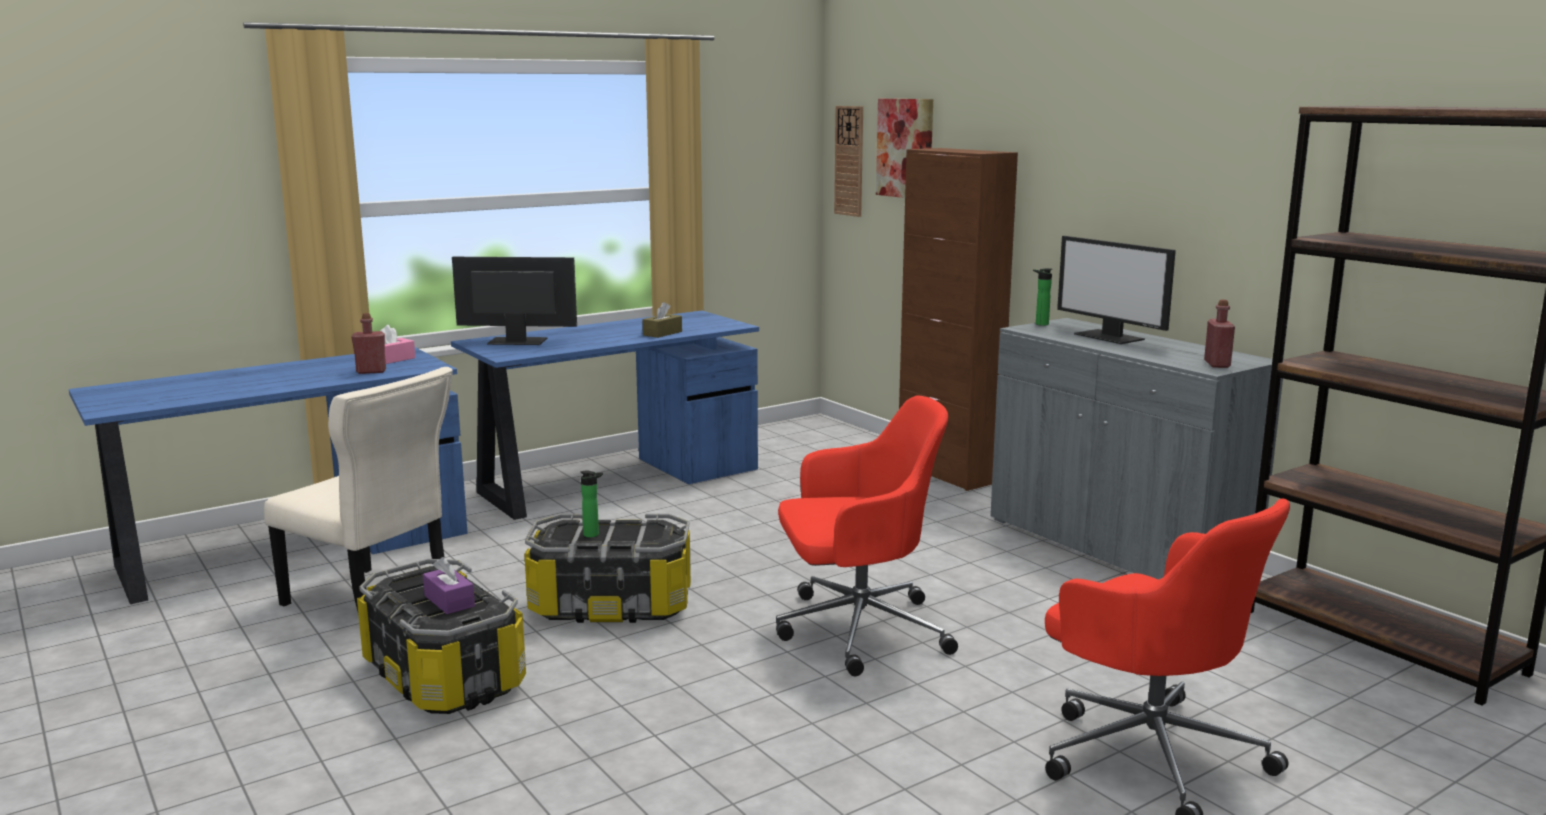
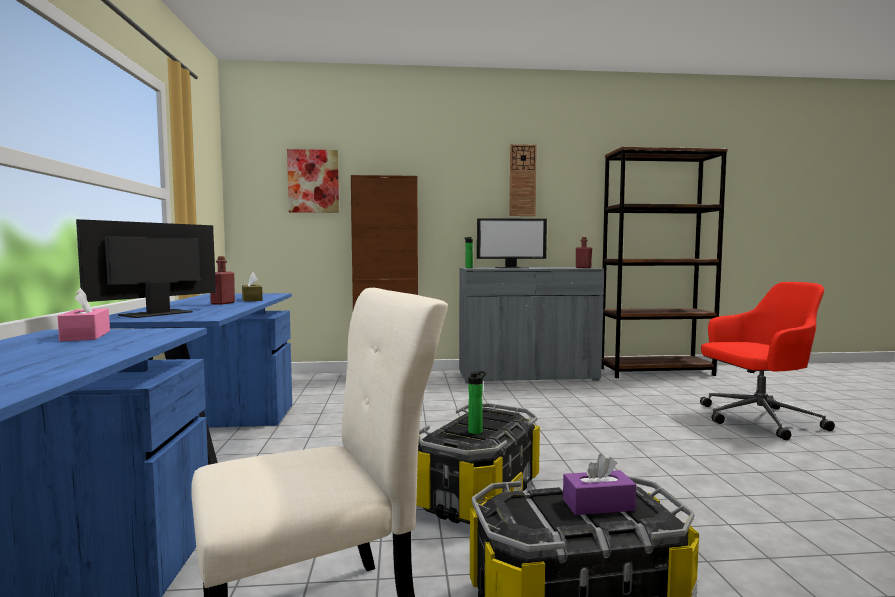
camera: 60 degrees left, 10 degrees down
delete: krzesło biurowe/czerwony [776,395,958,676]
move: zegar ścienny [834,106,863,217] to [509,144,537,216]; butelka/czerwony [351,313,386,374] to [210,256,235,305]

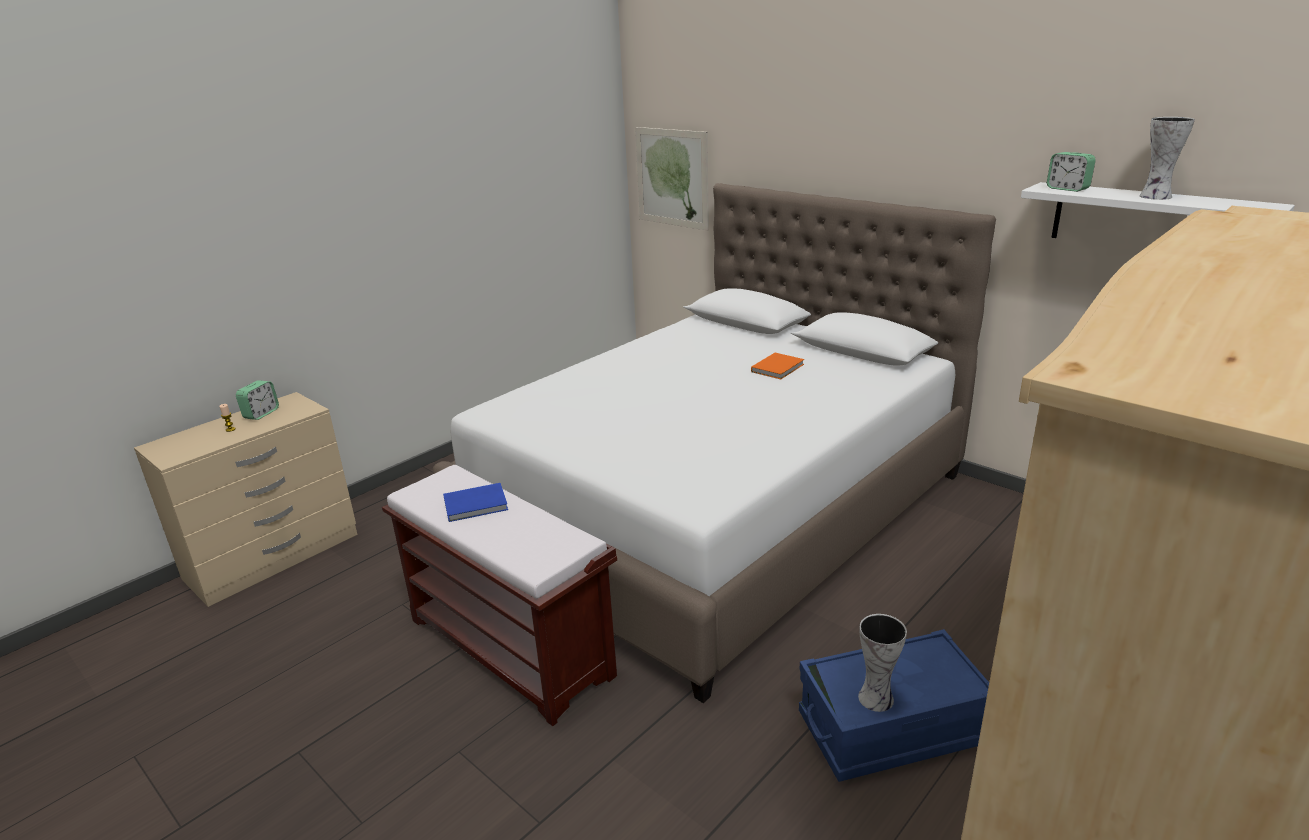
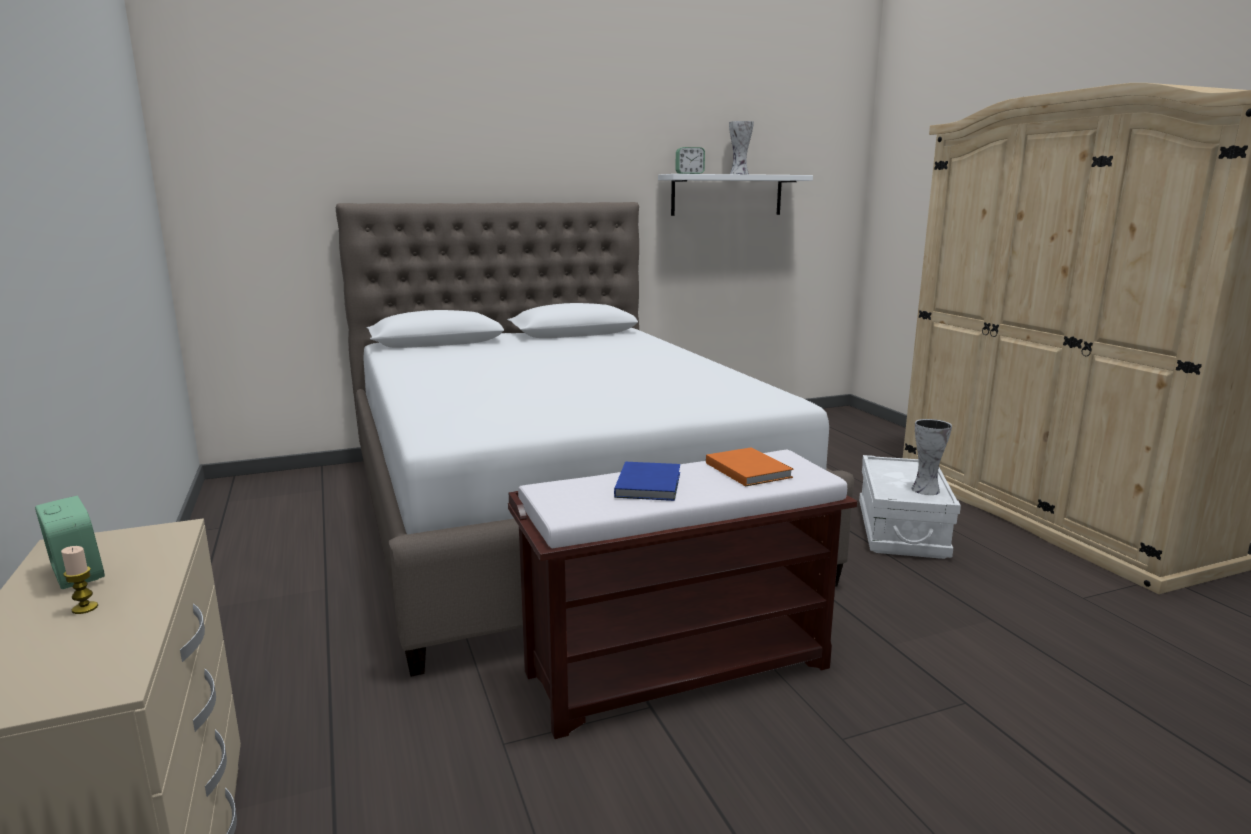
camera: 65 degrees left, 10 degrees down
delete: obraz [635,127,709,231]
move: książka/pomarańczowy [751,353,804,379] to [706,447,793,486]
recolor: pojemnik do przechowywania/niebieski [799,629,989,782] to pojemnik do przechowywania/biały [859,455,961,559]

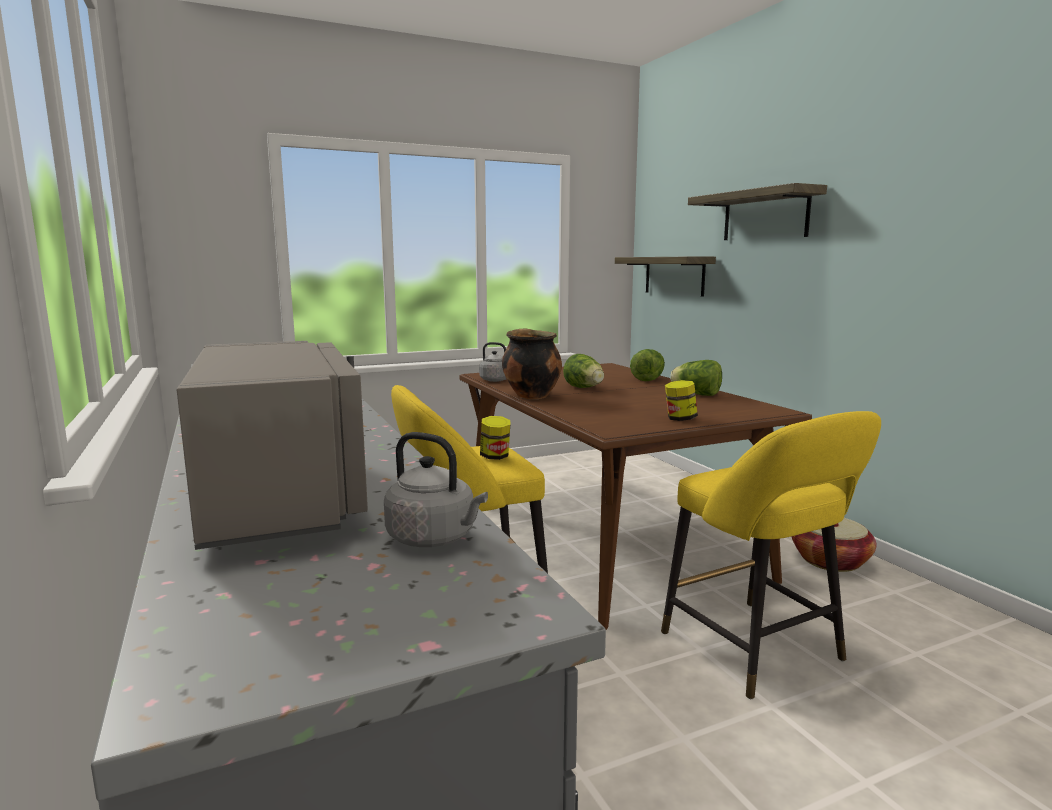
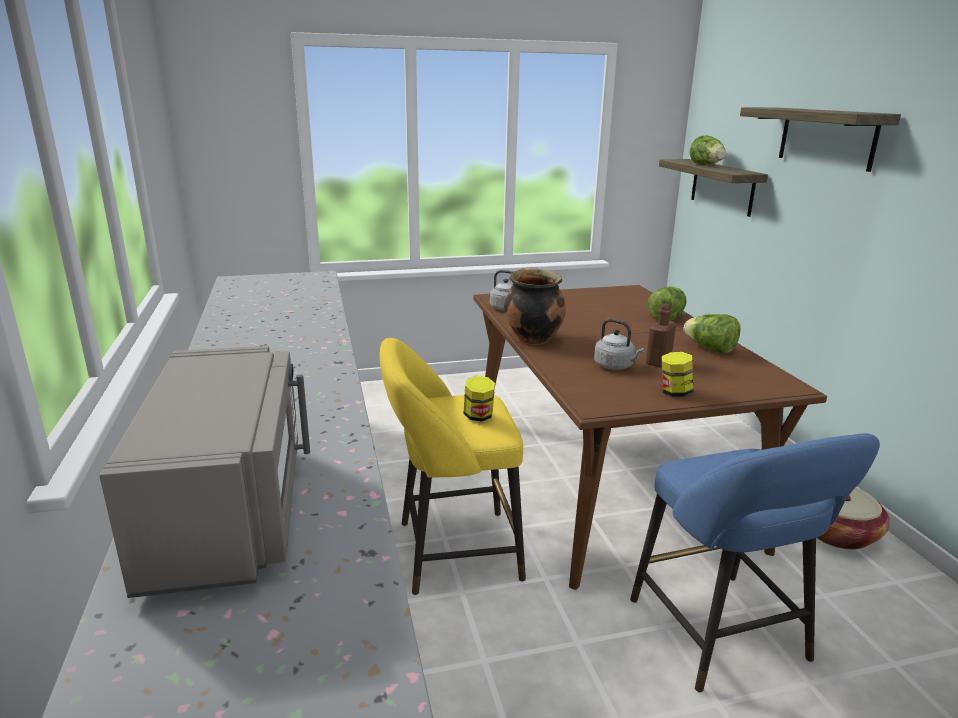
camera: 10 degrees right, 10 degrees up
insert: butelka/brązowy [646,303,676,367]
move: sałata [563,354,604,388] to [690,135,726,165]; czajnik/szary [384,432,488,547] to [594,319,645,370]
recolor: stołek/żółty [661,411,881,699] to stołek/niebieski [630,433,880,693]

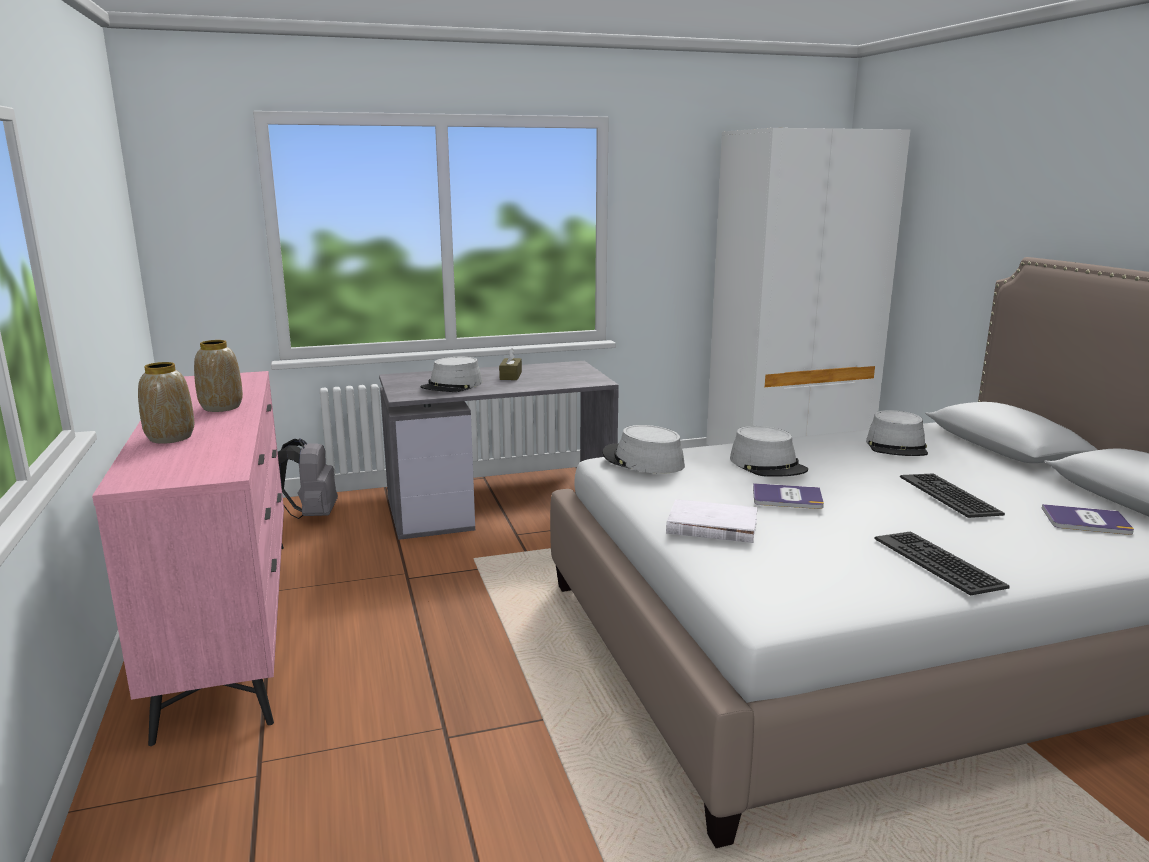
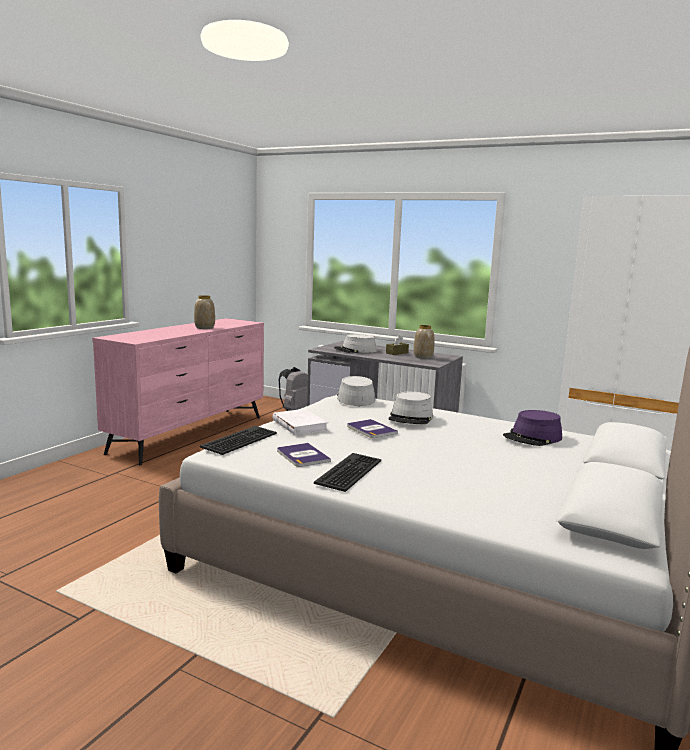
camera: 45 degrees right, 5 degrees down
move: wazon [138,362,194,444] to [414,325,435,359]; klawiatura [900,473,1005,518] to [200,426,277,455]; książka [1042,504,1134,535] to [277,443,331,467]
recolor: kapelusz/szary [866,410,928,456] to kapelusz/fioletowy [503,410,562,446]

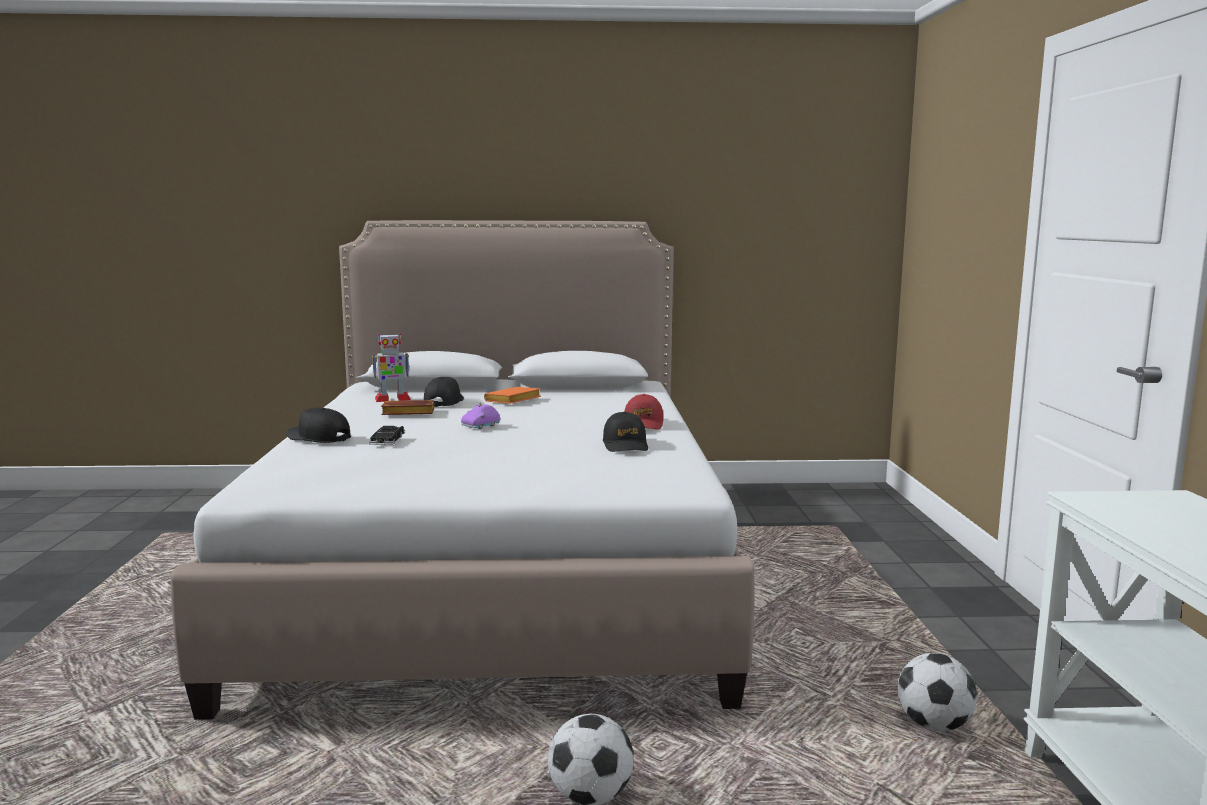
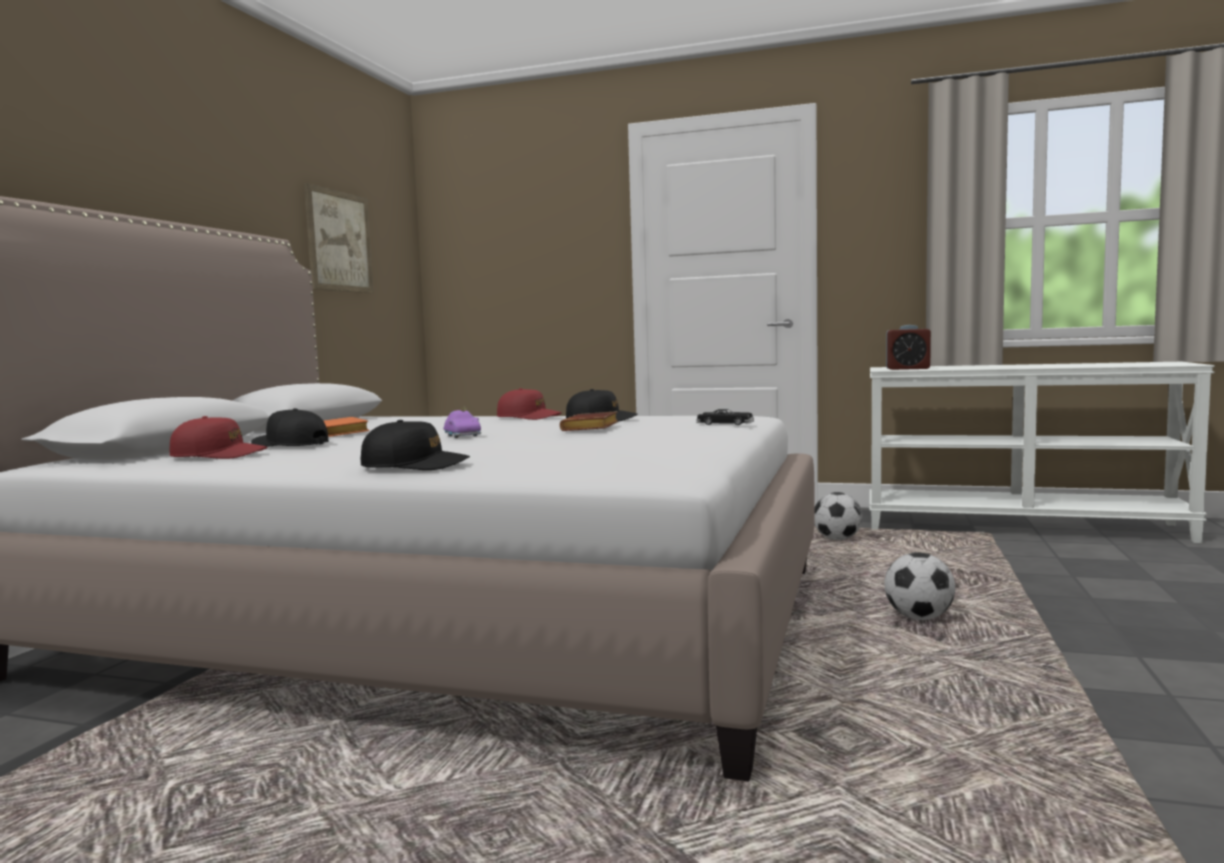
camera: 70 degrees left, 5 degrees down
insert: obraz [304,183,374,293]; budzik [886,325,931,370]
move: książka/brązowy [381,400,434,415] to [560,411,618,431]; samochodzik/czarny [369,426,405,445] to [696,409,754,425]
replace: robot zabawkowy [372,333,411,402] to czapka z daszkiem/czerwony [169,416,267,459]
rotate: czapka z daszkiem/czarny [286,408,351,443] = [361,420,470,470] 135 degrees counterclockwise

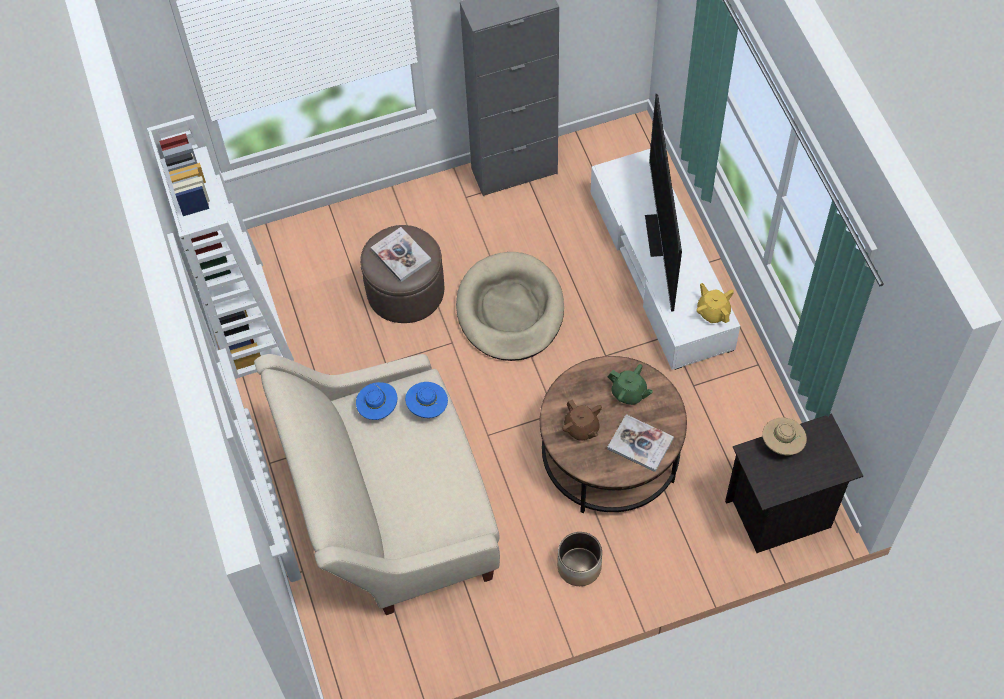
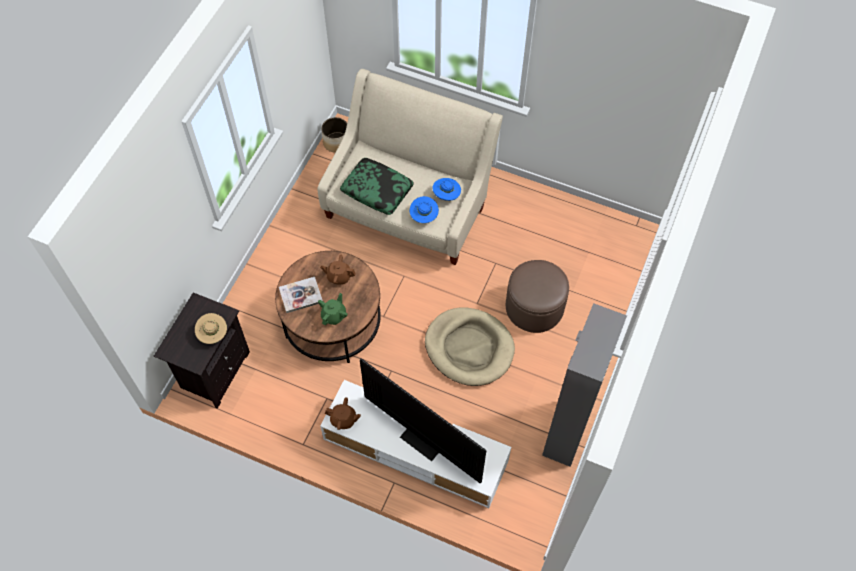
camera: 130 degrees right, 0 degrees up
delete: regał/biały [147,115,294,379]; książka [371,227,431,282]
insert: poduszka [340,158,414,215]
move: donica [557,532,602,586] to [321,117,347,153]
recolor: imbryk/żółty [696,283,734,323] to imbryk/brązowy [325,397,361,430]
rotate: imbryk/zielony [608,364,653,405] = [318,293,347,325] 135 degrees clockwise

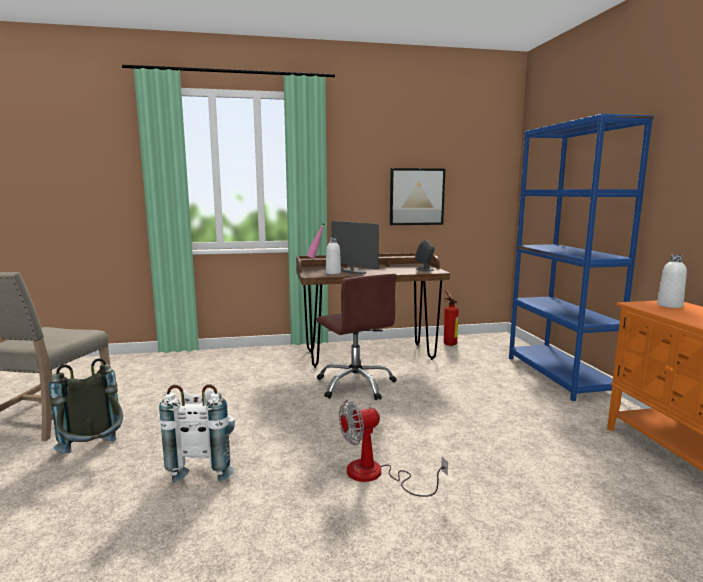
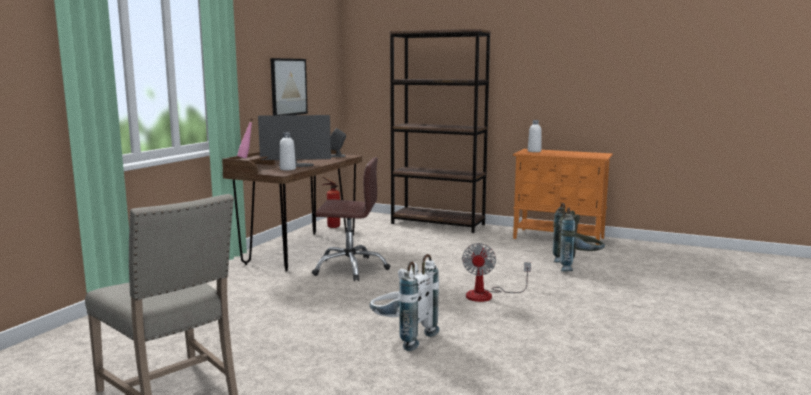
camera: 55 degrees left, 0 degrees up
move: plecak/szary [49,358,123,453] to [553,203,605,272]
recolor: regał/niebieski [509,114,654,401] to regał/brązowy [390,29,491,233]

